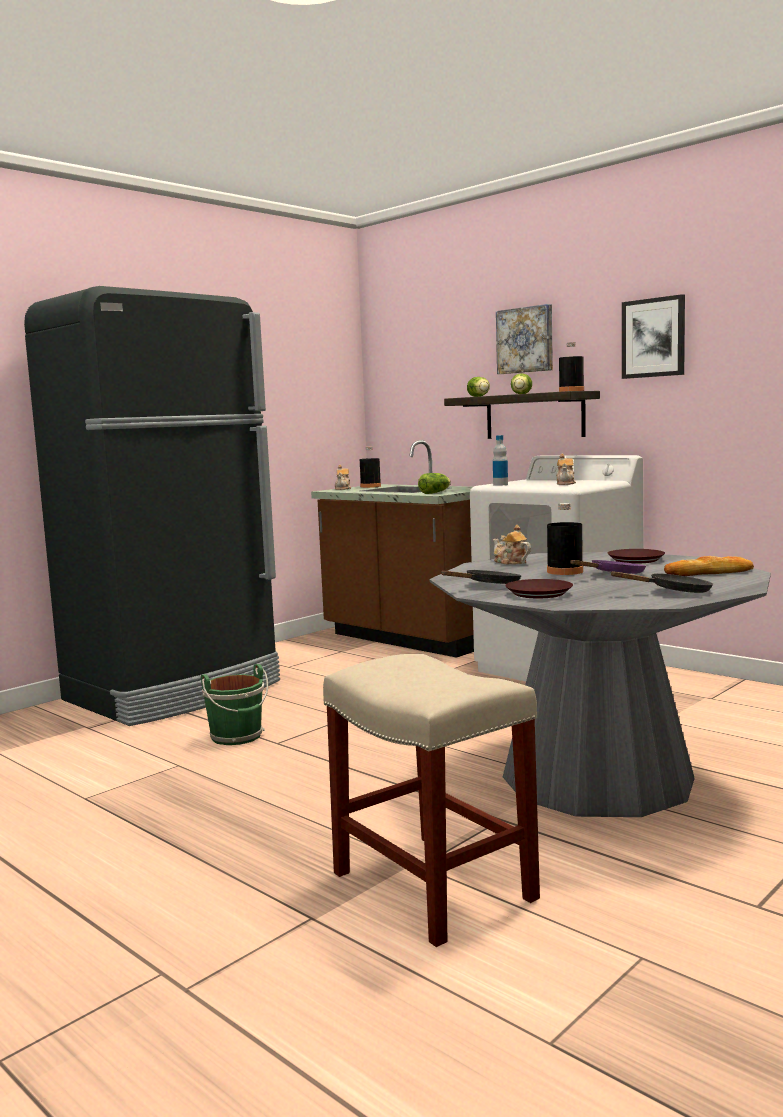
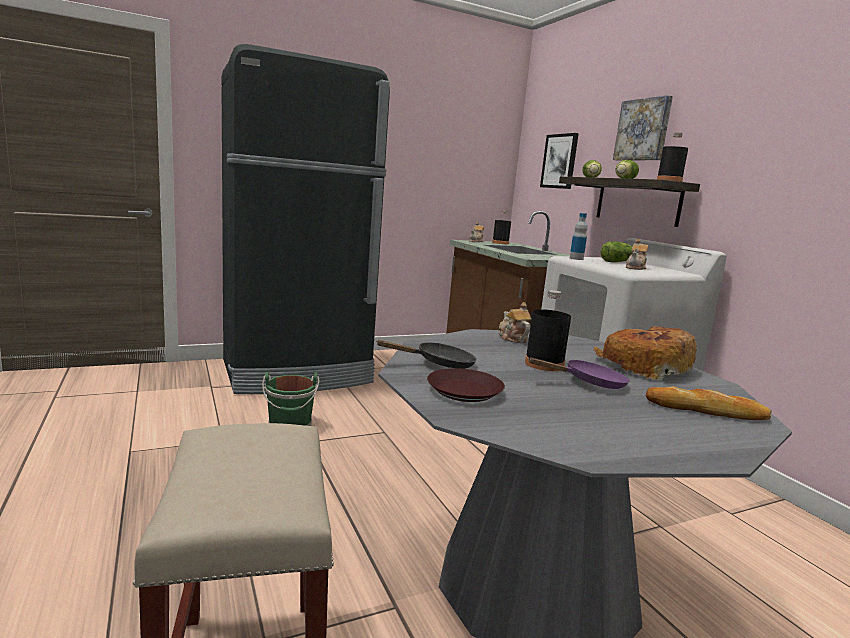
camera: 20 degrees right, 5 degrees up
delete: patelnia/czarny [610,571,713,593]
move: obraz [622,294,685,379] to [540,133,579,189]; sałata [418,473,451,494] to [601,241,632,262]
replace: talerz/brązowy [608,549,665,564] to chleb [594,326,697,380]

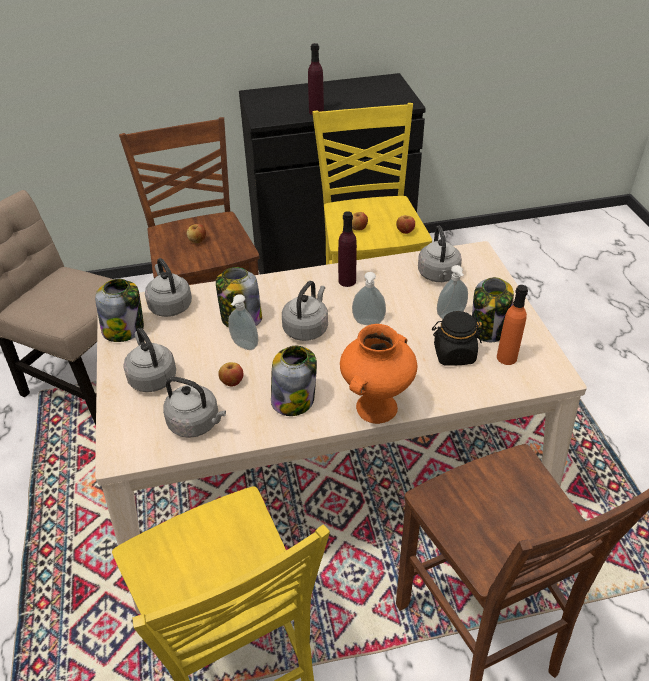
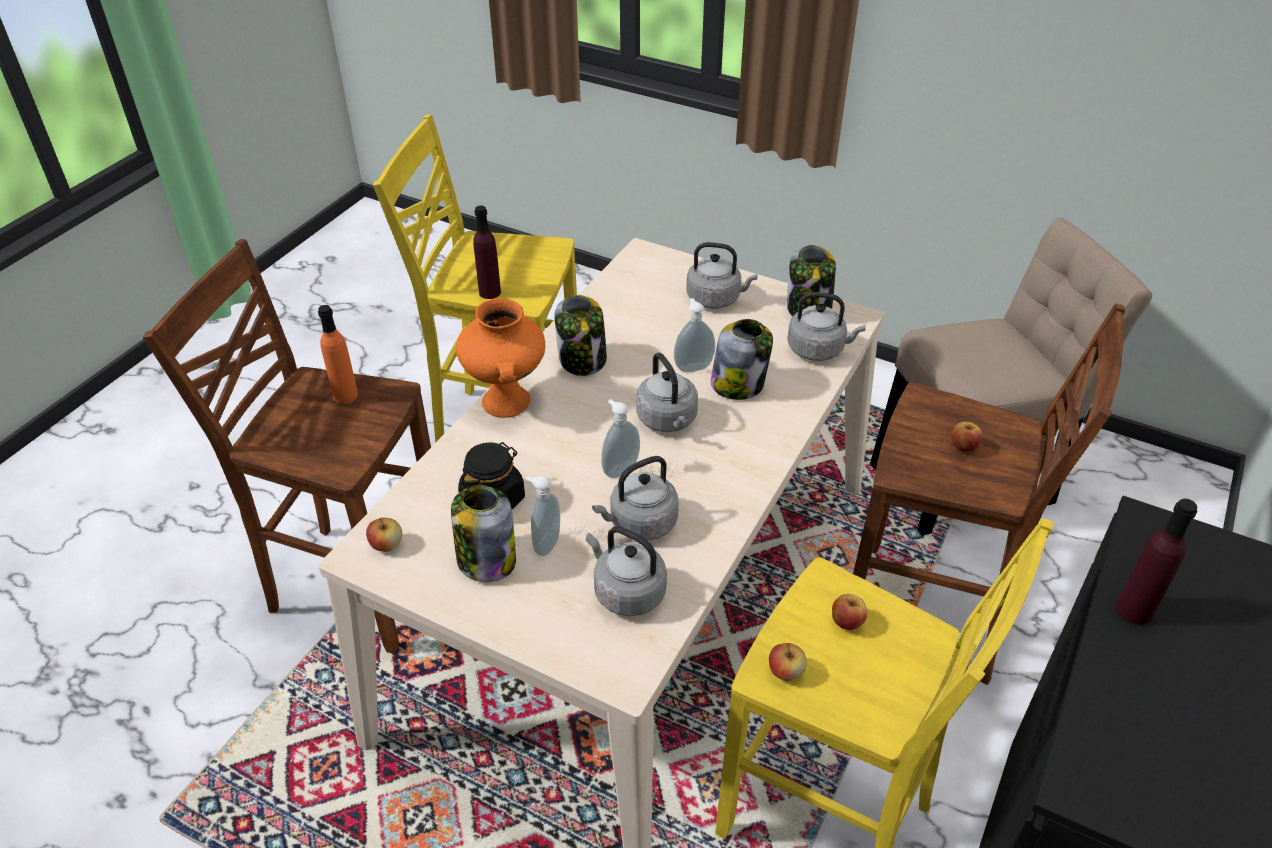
camera: 130 degrees right, 0 degrees up
move: butelka/fioletowy [338,211,357,287] to [473,205,501,299]; butelka/pomarańczowy [497,285,528,365] to [318,305,358,404]; jabłko [218,362,244,387] to [366,518,402,552]; czajnik/szary [163,377,226,438] to [592,456,679,541]

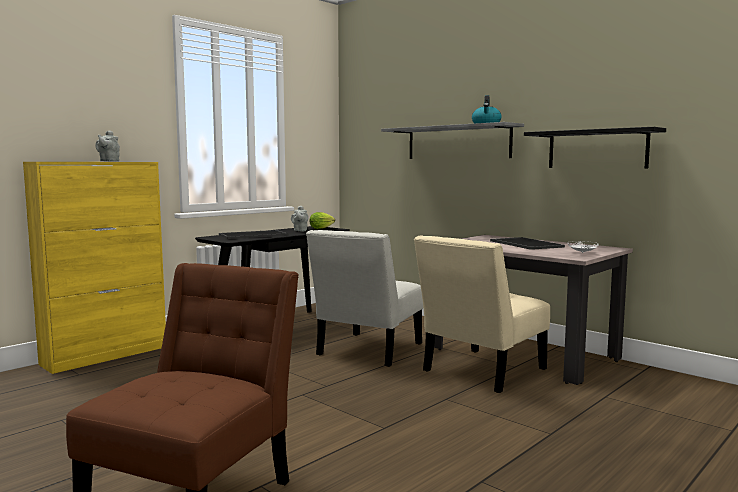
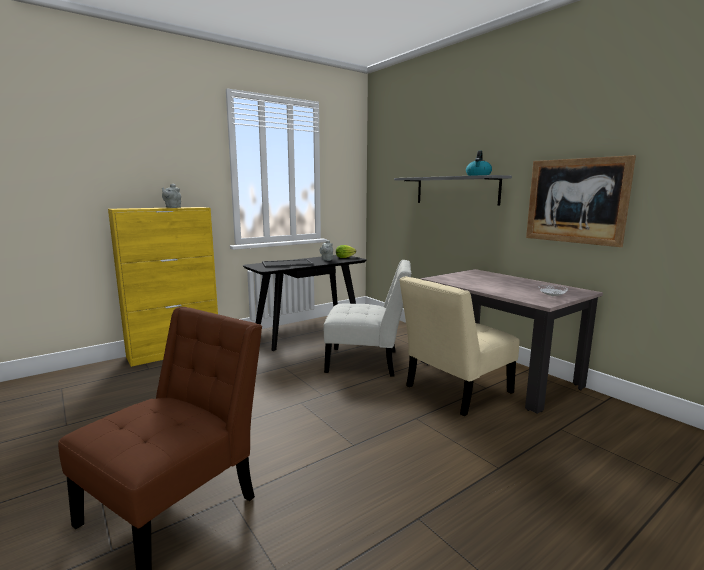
camera: 10 degrees right, 5 degrees up
delete: taca [490,237,565,250]
replace: półka/czarny [524,127,666,168] to obraz [526,155,636,247]
rotate: krzesło/biały [306,230,423,367] = [324,260,412,377] 120 degrees counterclockwise

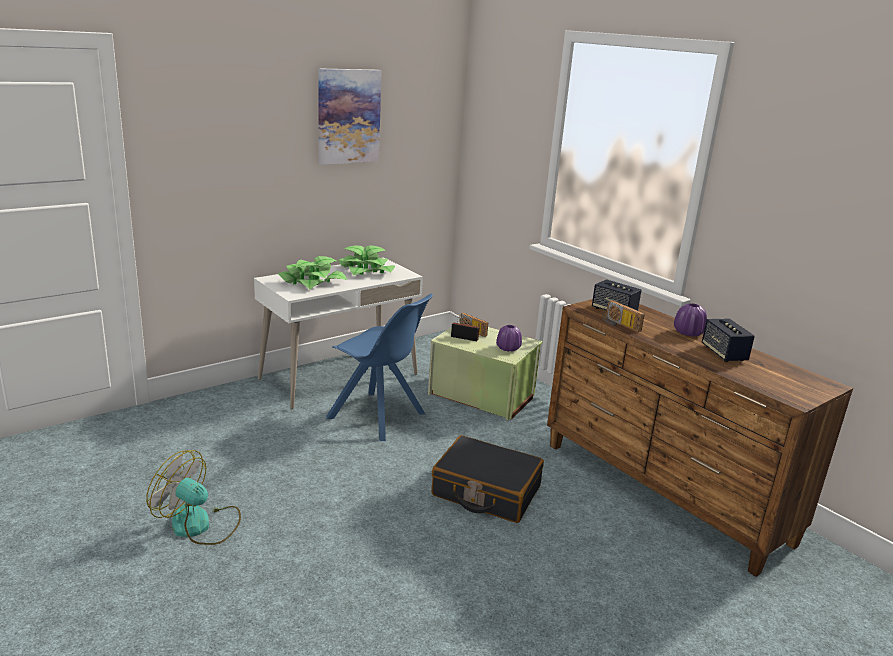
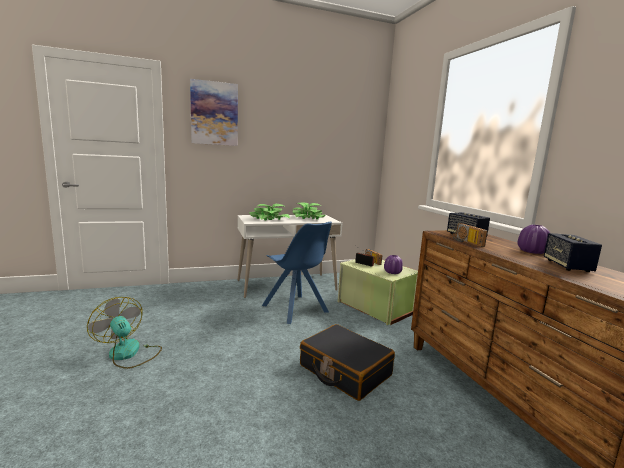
camera: 20 degrees right, 10 degrees down
move: obraz [318,68,382,165] to [190,79,238,146]

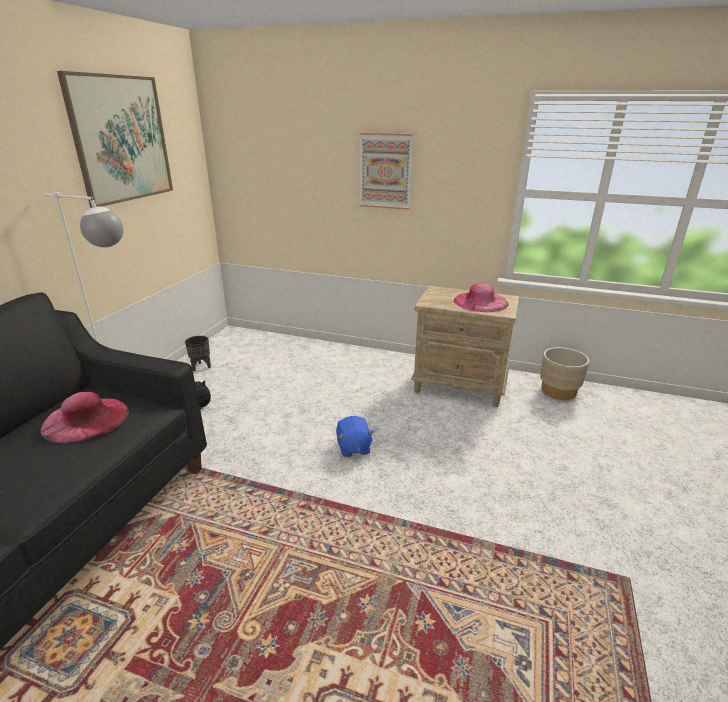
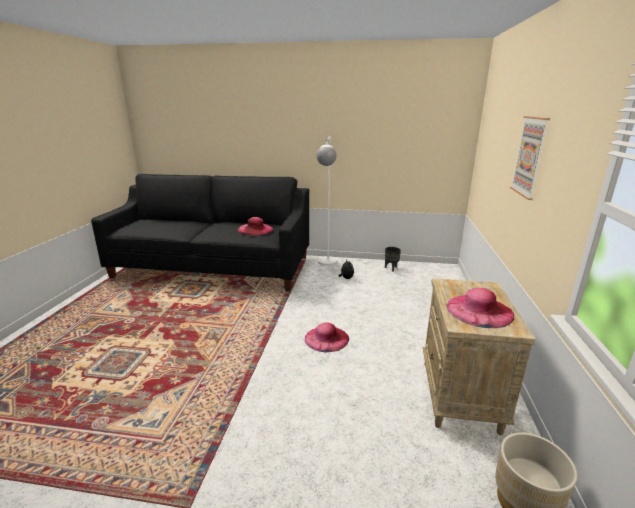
camera: 80 degrees right, 5 degrees down
delete: obraz [57,71,173,208]
replace: pluszak/niebieski [336,416,374,457] to kapelusz/różowy [305,322,349,352]

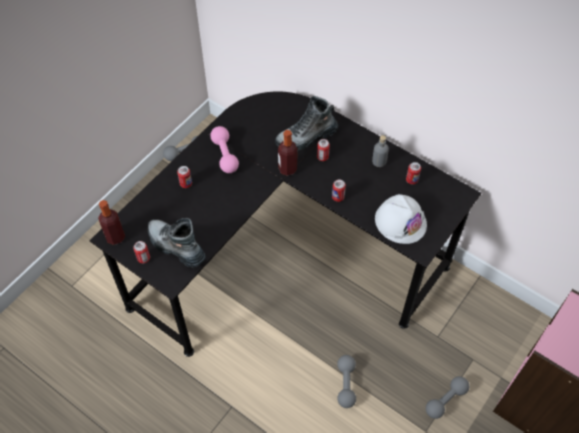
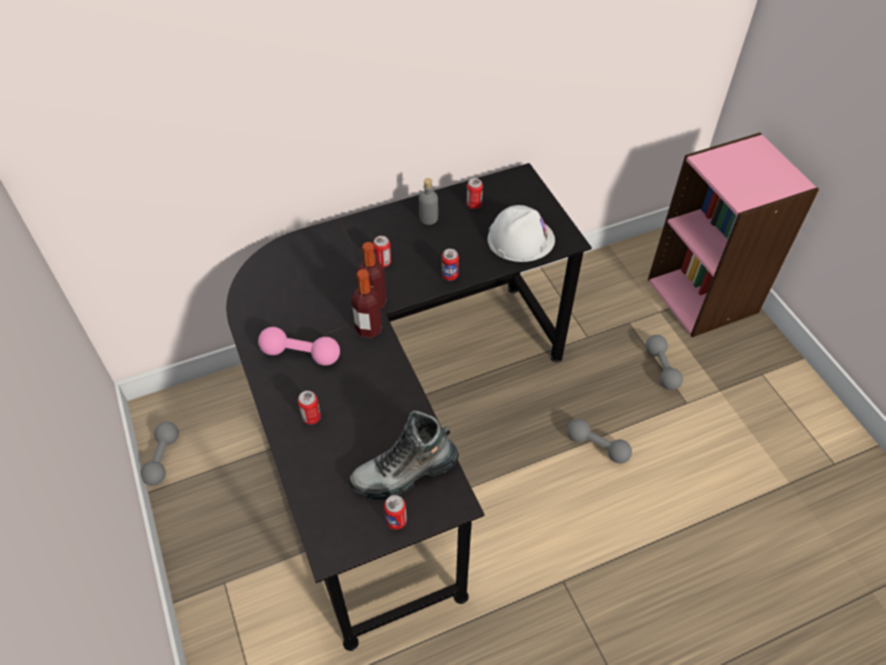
camera: 60 degrees left, 5 degrees down
delete: but z cholewką [275,96,339,151]
move: butelka [98,200,125,245] to [352,269,382,338]

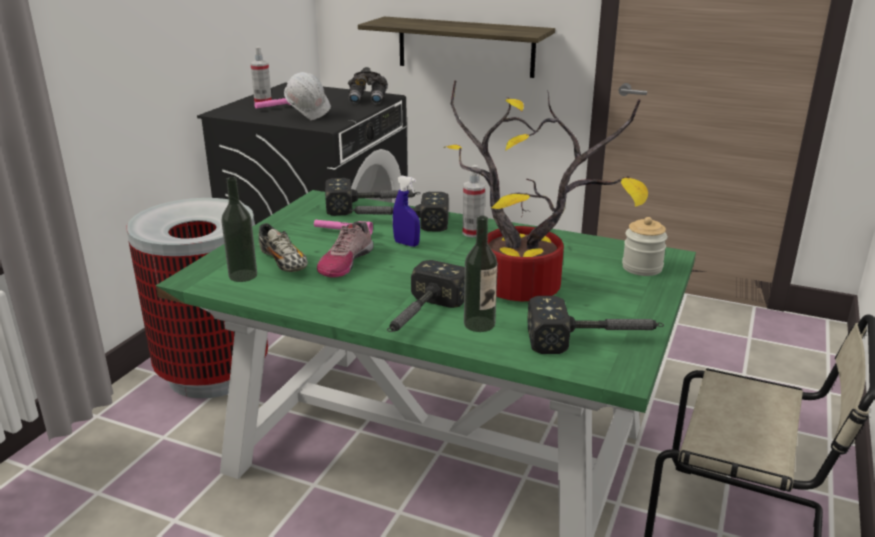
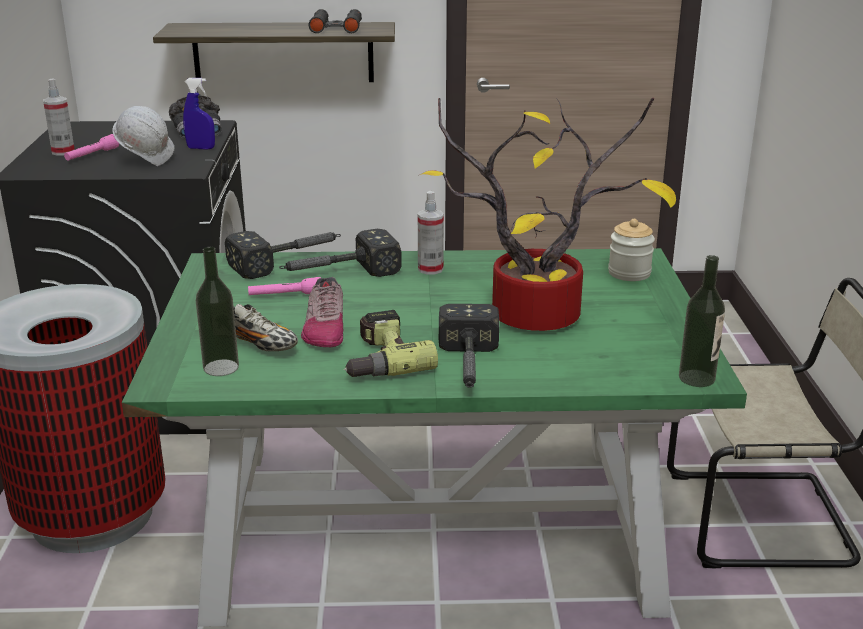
camera: 25 degrees left, 0 degrees up
delete: młotek [527,296,664,354]
insert: lornetka/czarny [308,9,362,33]; wiertarka [344,310,438,377]
move: spryskiwacz/niebieski [393,176,420,247] to [183,78,215,150]; butelka [464,216,498,332] to [679,255,725,387]

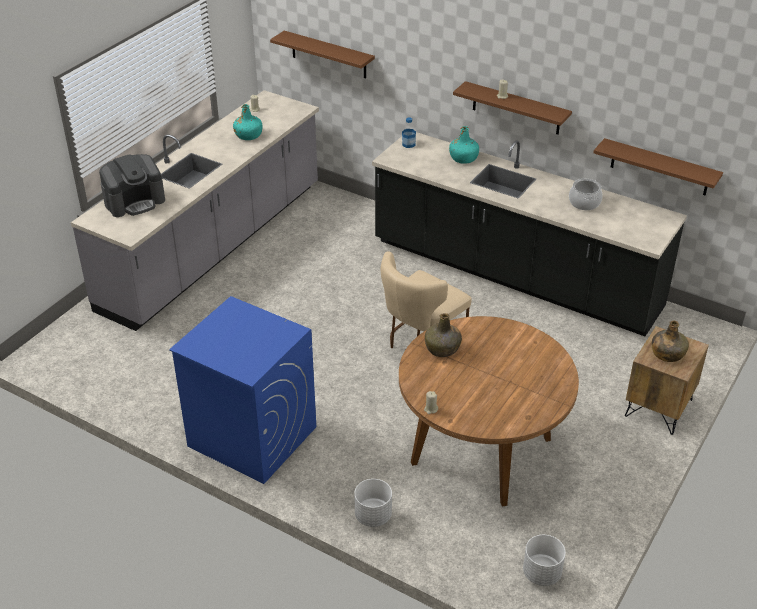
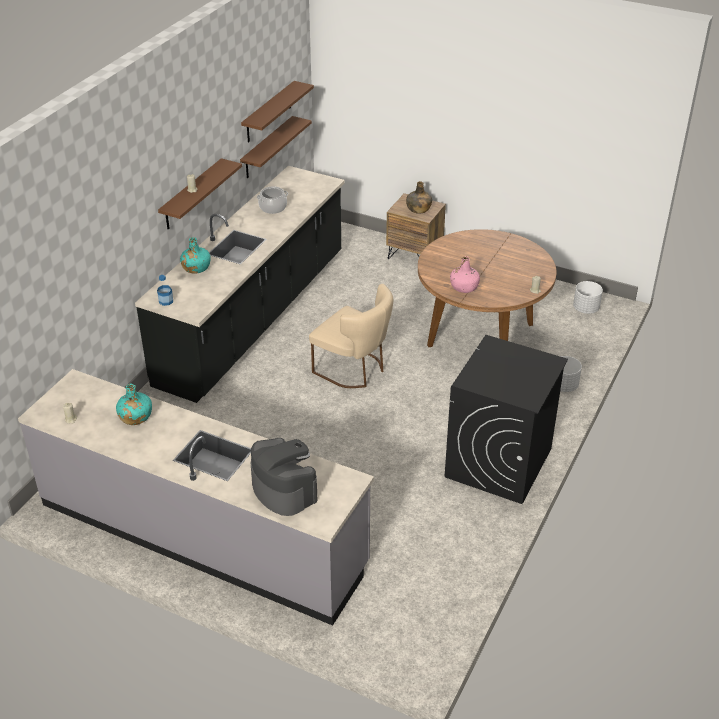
camera: 95 degrees left, 0 degrees up
move: półka/brązowy [270,31,375,79] to [241,81,314,143]
recolor: pralka/niebieski [169,296,316,484] to pralka/czarny [445,335,568,504]; butelka/zielony [425,313,462,357] to butelka/różowy [450,256,480,293]

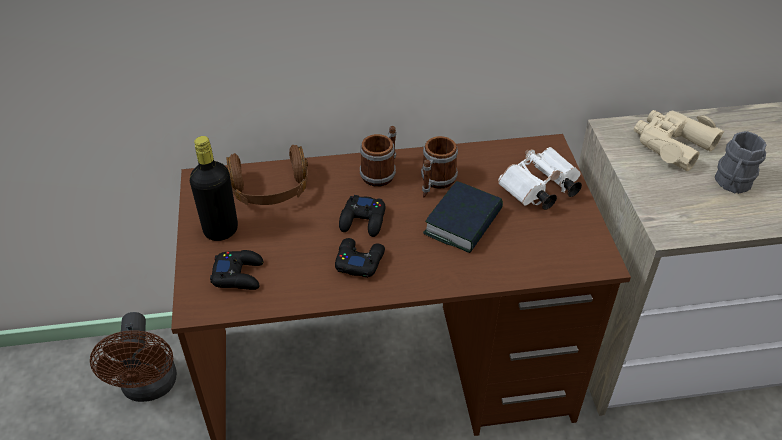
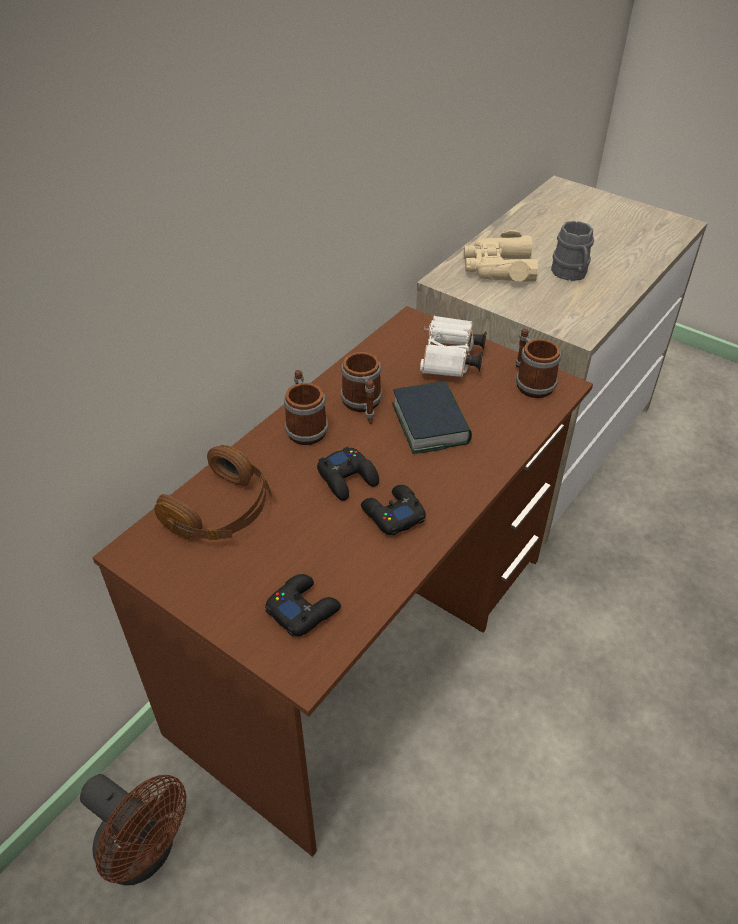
camera: 45 degrees left, 0 degrees up
delete: butelka/czarny [190,136,238,241]
insert: kubek [516,328,561,398]

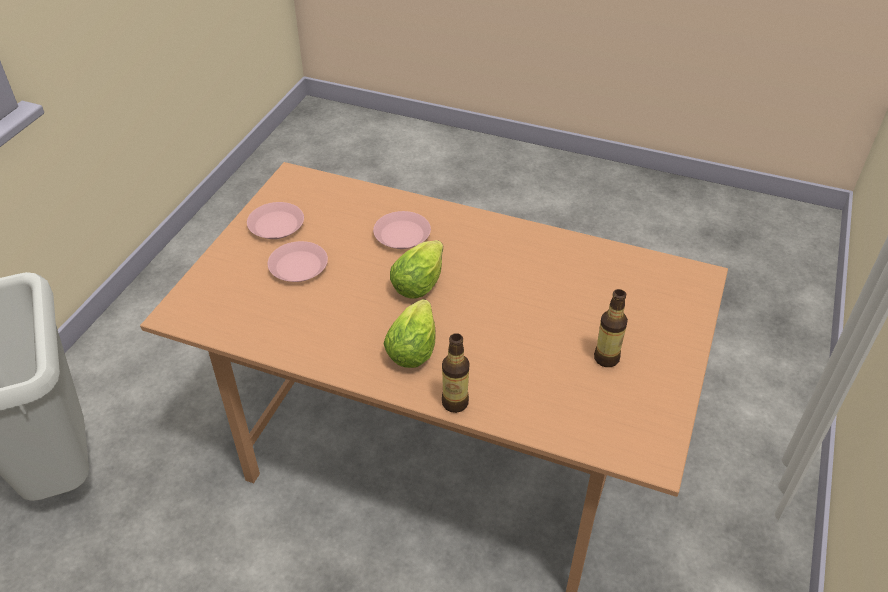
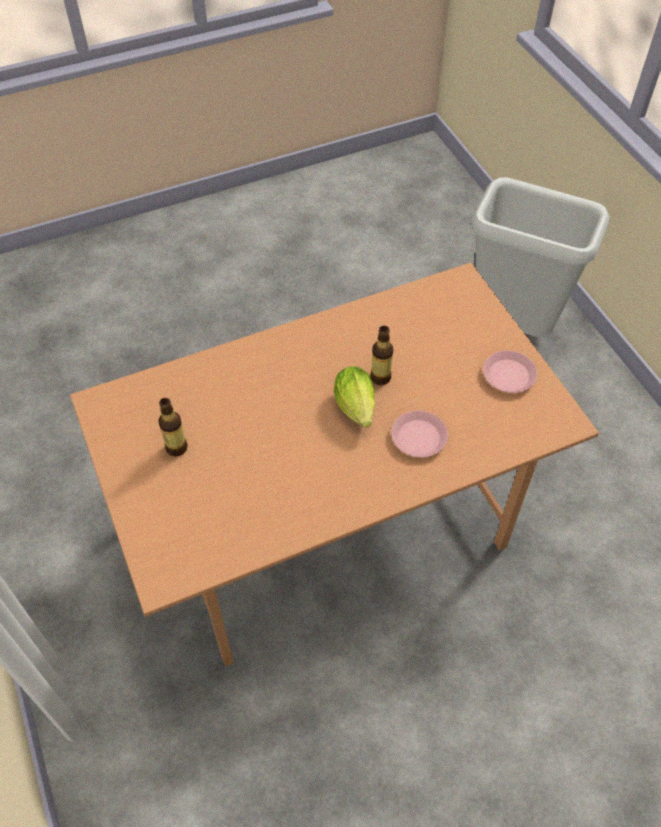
camera: 135 degrees right, 10 degrees up
delete: talerz/różowy [268,241,328,282]; sałata [384,299,436,368]
move: butelka [442,333,469,413] to [370,326,393,385]

